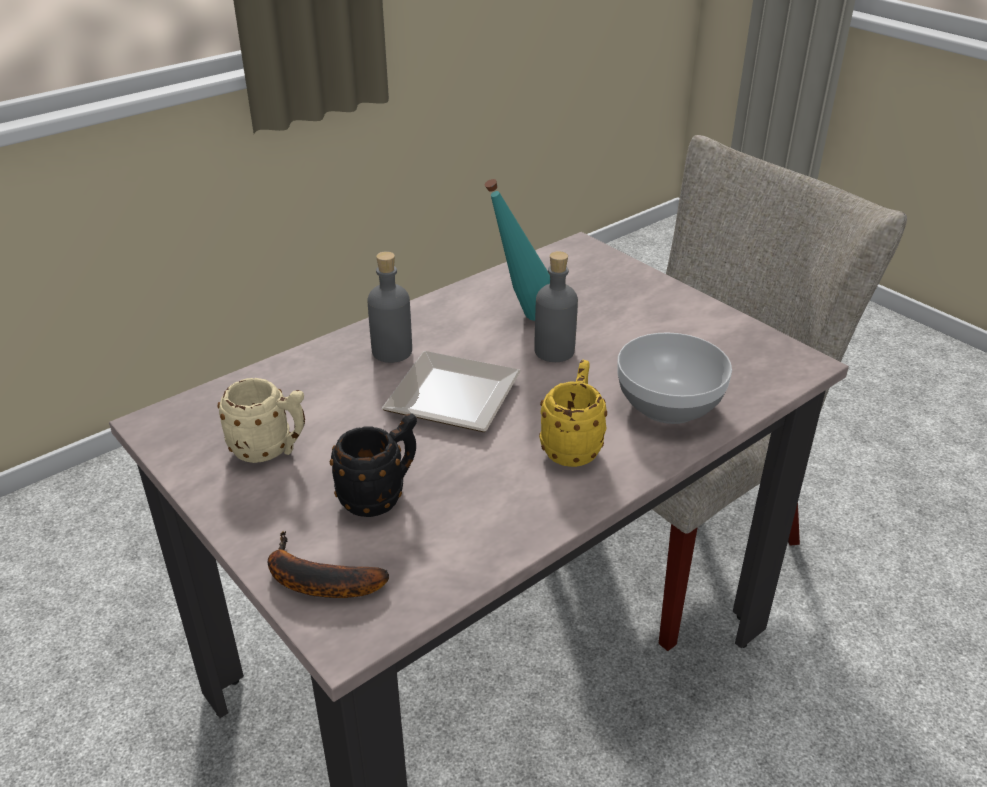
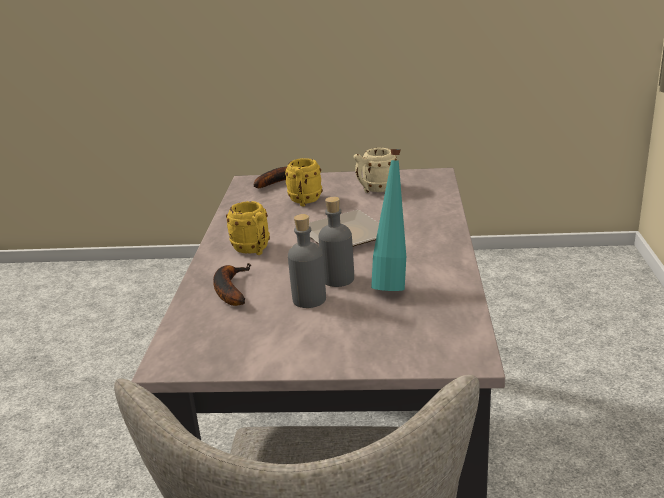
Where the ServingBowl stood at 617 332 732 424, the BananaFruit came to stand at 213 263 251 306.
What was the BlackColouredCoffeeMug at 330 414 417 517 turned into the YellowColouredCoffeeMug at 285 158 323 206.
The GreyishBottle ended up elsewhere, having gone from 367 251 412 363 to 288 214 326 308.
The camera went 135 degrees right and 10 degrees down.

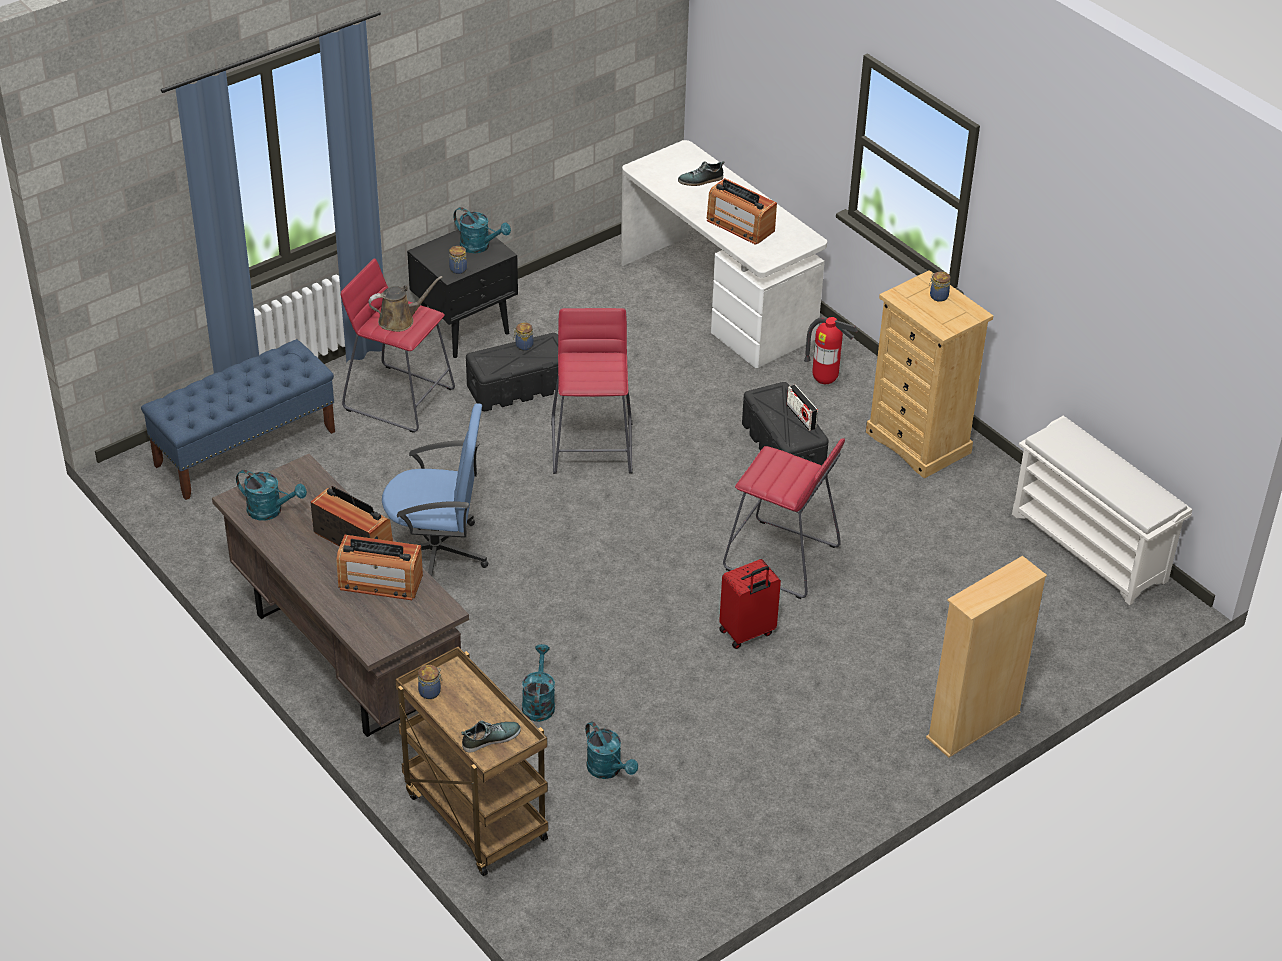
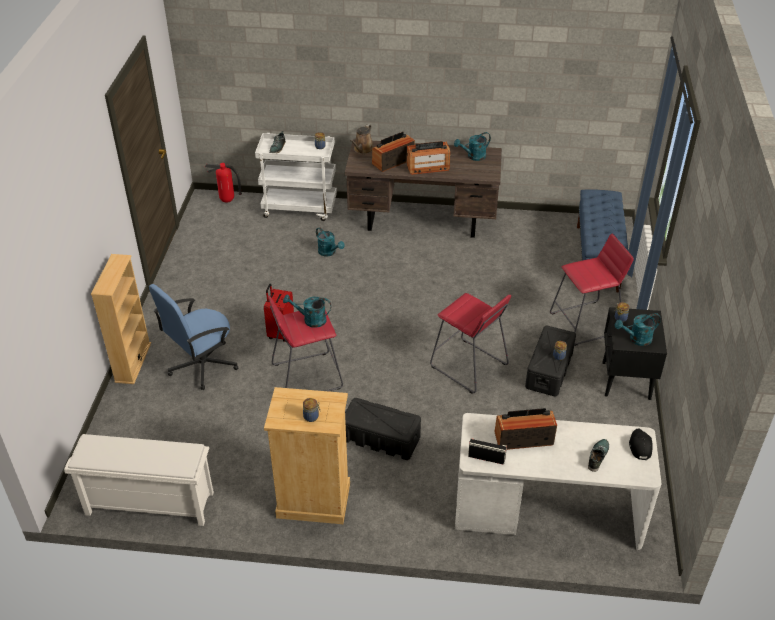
The BlueComputerChair ended up elsewhere, having gone from 382 403 488 577 to 149 284 238 390.
The Extinguisher ended up elsewhere, having gone from 804 317 858 384 to 205 163 242 203.
What was the BrownTrolley at 395 647 548 876 turned into the WhitishTrolley at 255 133 337 221.
The TurquoiseColouredWateringCan ended up elsewhere, having gone from 585 721 638 779 to 283 295 331 328.
The BrownWateringCan ended up elsewhere, having gone from 368 276 443 332 to 350 124 374 154.
The RadioSet ended up elsewhere, having gone from 787 384 818 431 to 468 438 507 465.
The second view gained the BlackColouredBaseballCap at 629 428 653 460.
The camera went 135 degrees right and 0 degrees up.

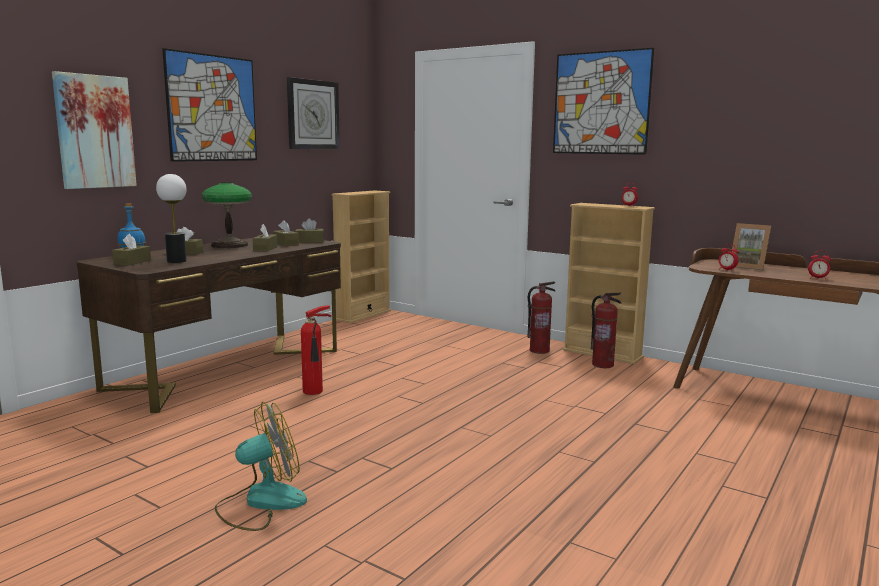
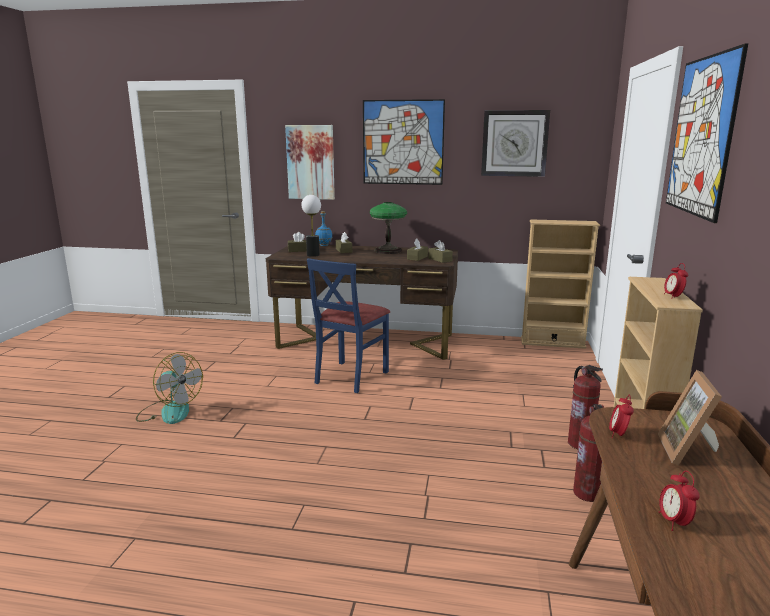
Where the Extinguisher stood at 301 305 331 395, the BlueUprightChair came to stand at 307 258 390 393.
The second view lost the BrownTissueBox at 252 224 277 251.
The camera went 65 degrees right and 5 degrees up.

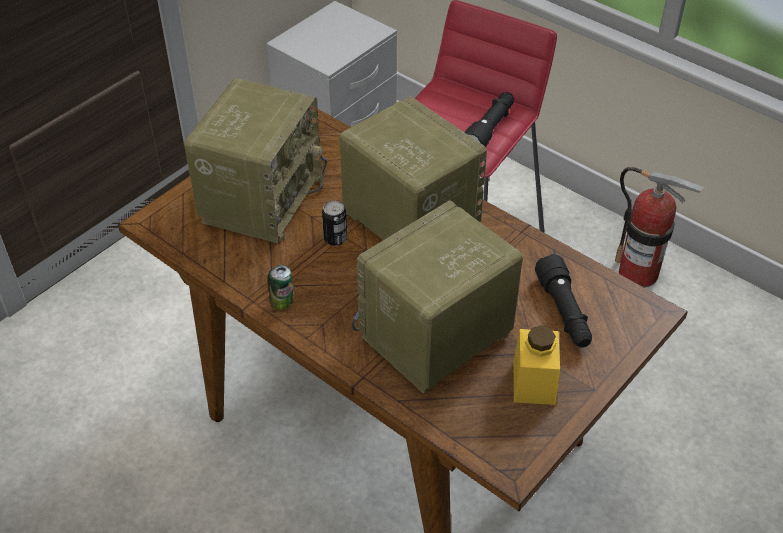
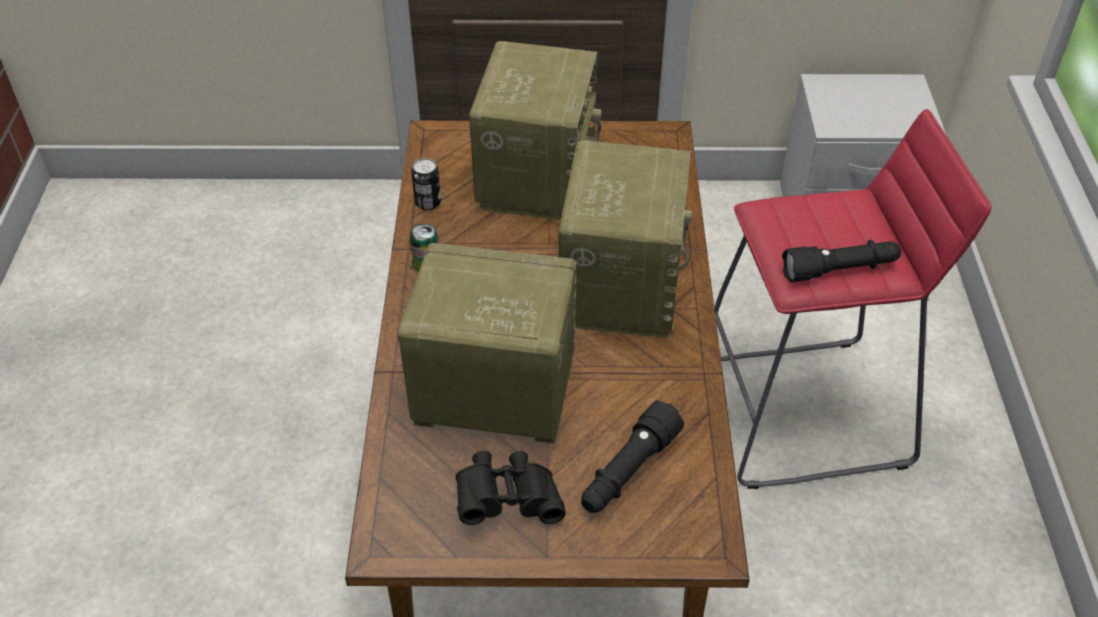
The MetalCan ended up elsewhere, having gone from 322 201 347 246 to 411 158 441 210.
Where the YellowColouredStorageJar stood at 514 325 560 405, the BlackColouredPairOfBinoculars came to stand at 455 451 566 525.
The RadioSet at 184 78 327 243 ended up facing another way, 60 degrees counterclockwise from before.
The second view lost the Extinguisher at 615 167 704 288.
The camera went 50 degrees right and 0 degrees up.

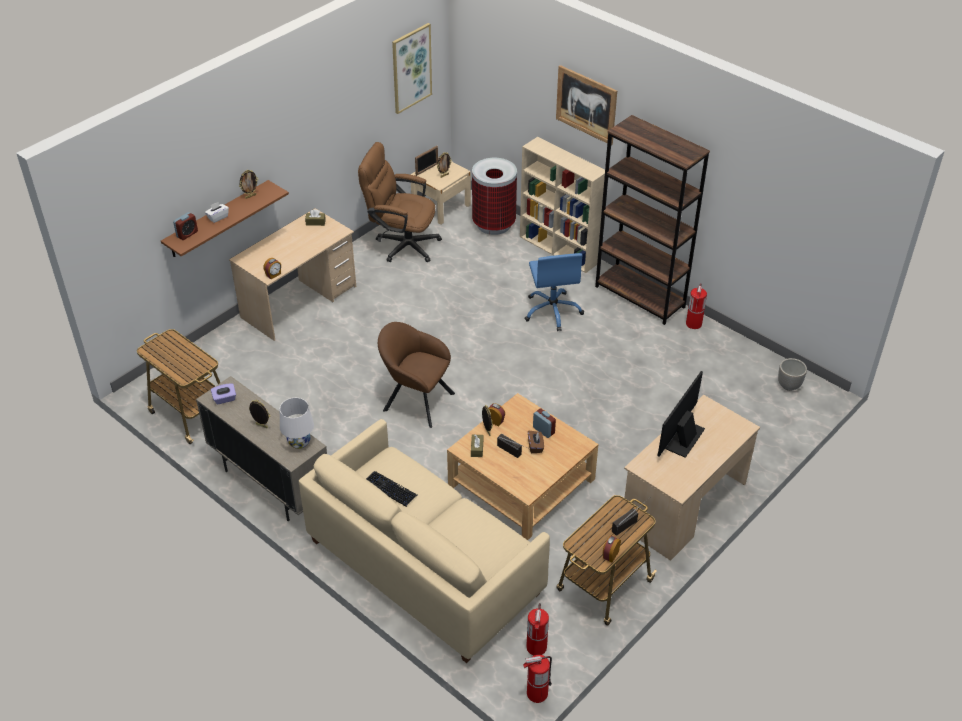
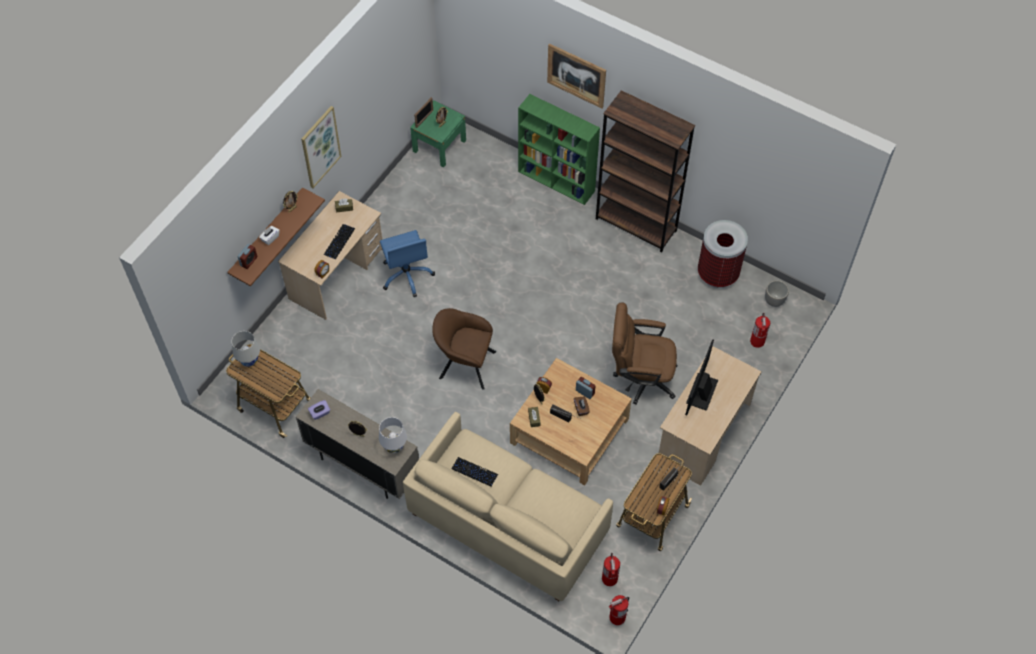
The second view gained the WhitishTabletopLamp at 232 331 260 367.
The WallPicture ended up elsewhere, having gone from 392 23 432 114 to 301 106 341 188.
The second view gained the ComputerKeyboard at 324 224 355 260.
The BlueComputerChair ended up elsewhere, having gone from 524 253 584 331 to 380 230 435 297.
What was the BeigeNightTable at 410 157 471 225 turned into the GreenColouredNightTable at 410 100 466 167.
What was the BeigeBookshelf at 520 137 605 273 turned into the GreenColouredBookshelf at 518 94 600 205.
The BrownComputerChair ended up elsewhere, having gone from 358 142 442 262 to 612 302 678 405.
The RubbishBin ended up elsewhere, having gone from 472 158 517 235 to 698 220 748 288.
The Extinguisher ended up elsewhere, having gone from 686 283 707 329 to 750 313 770 348.
The camera went 10 degrees left and 15 degrees up.

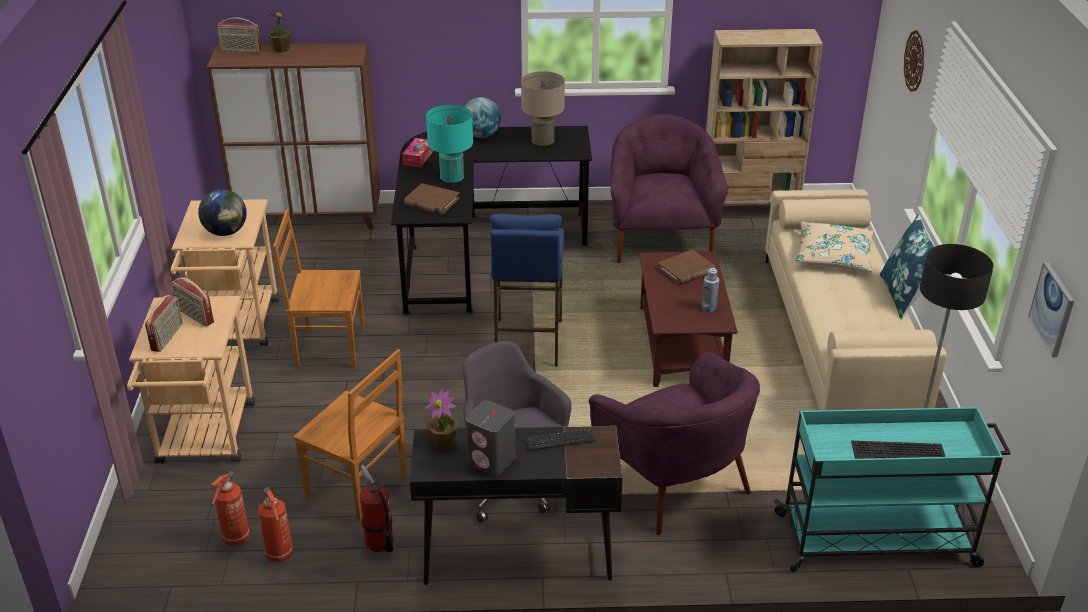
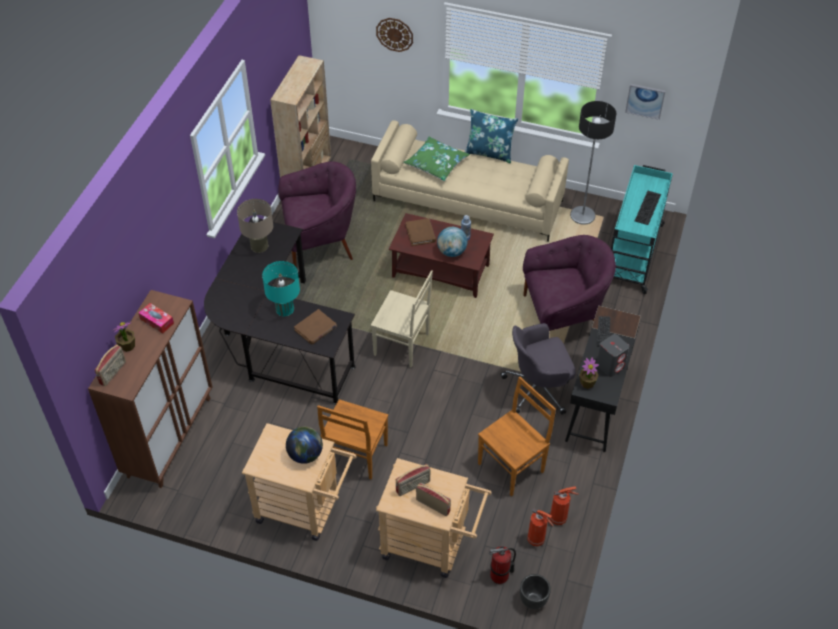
The TissueBox ended up elsewhere, having gone from 402 138 433 167 to 139 303 174 334.
The PurpleColouredLoungeChair at 610 114 728 263 ended up facing another way, 150 degrees clockwise from before.
Where the BlueStoolSeat stood at 490 214 564 367, the BeigeUprightChair came to stand at 371 270 433 368.
What was the BeigeThrowPillow at 796 221 874 272 turned into the GreenColouredThrowPillow at 403 137 470 181.
The Globe ended up elsewhere, having gone from 464 97 501 138 to 437 227 467 257.
The Extinguisher ended up elsewhere, having gone from 360 465 393 552 to 489 546 516 584.
The second view gained the BlackColouredFlowerPot at 520 574 551 609.
The camera went 70 degrees left and 15 degrees up.

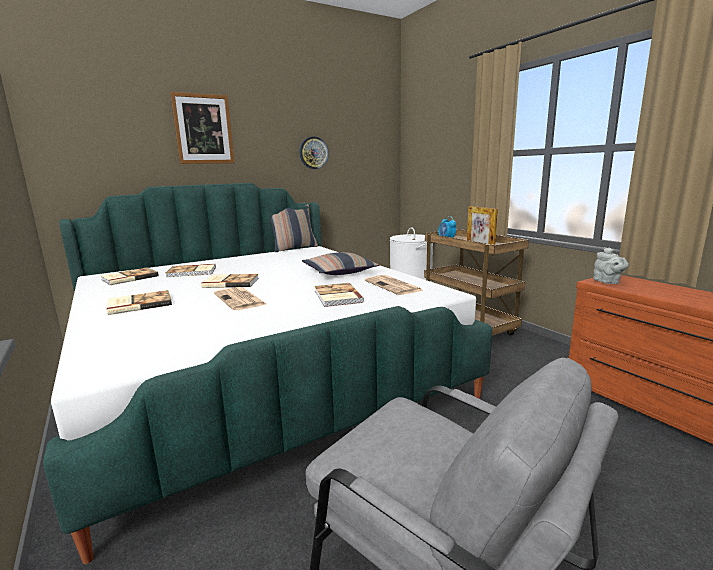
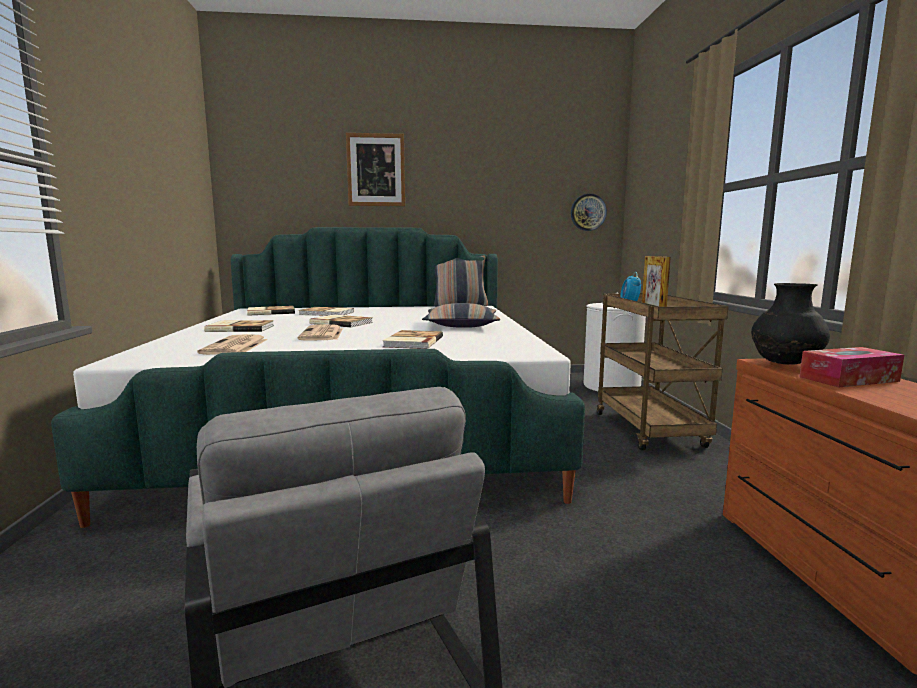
The DailyPaper ended up elsewhere, having gone from 365 275 422 295 to 197 334 268 355.
The HangingClock ended up elsewhere, having gone from 299 137 329 169 to 571 194 607 231.
Where the GreyishTeaPot stood at 594 247 629 284, the BlackColouredDecorativeVase came to stand at 751 283 830 365.
The second view gained the TissueBox at 800 347 904 387.
The camera went 25 degrees right and 5 degrees down.

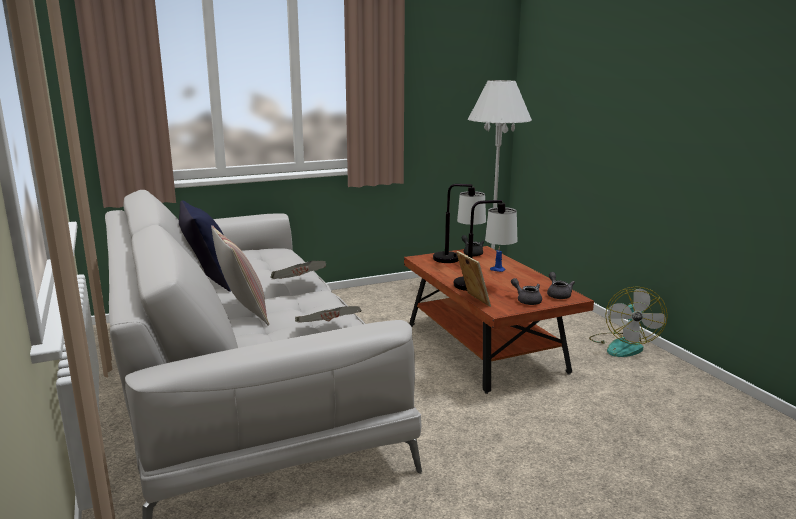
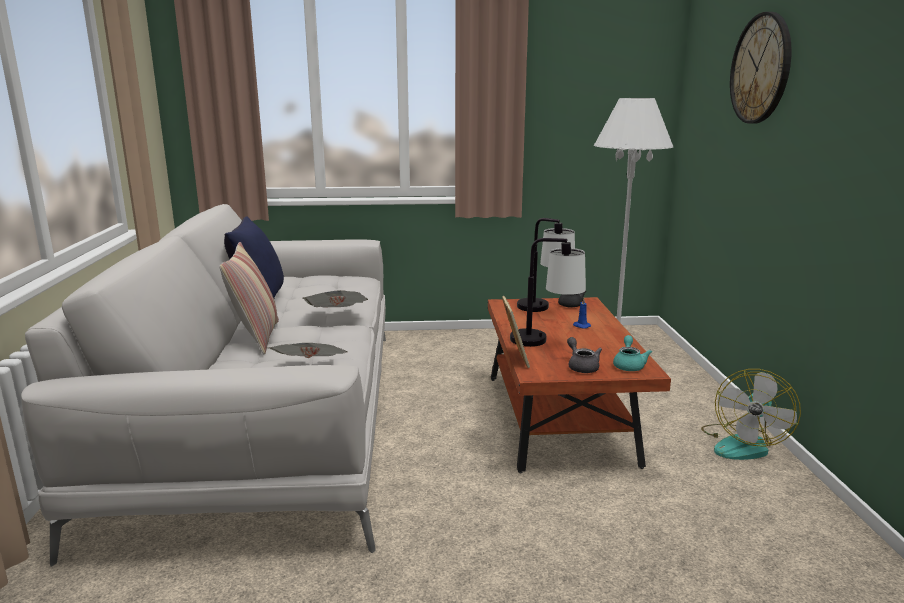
What was the GreyishTeaPot at 547 272 575 299 turned into the TurquoiseColouredTeaPot at 613 335 652 371.
The second view gained the HangingClock at 730 12 791 124.
The camera went 20 degrees right and 0 degrees up.

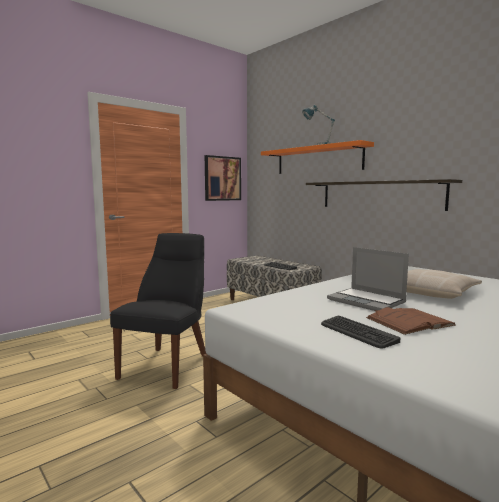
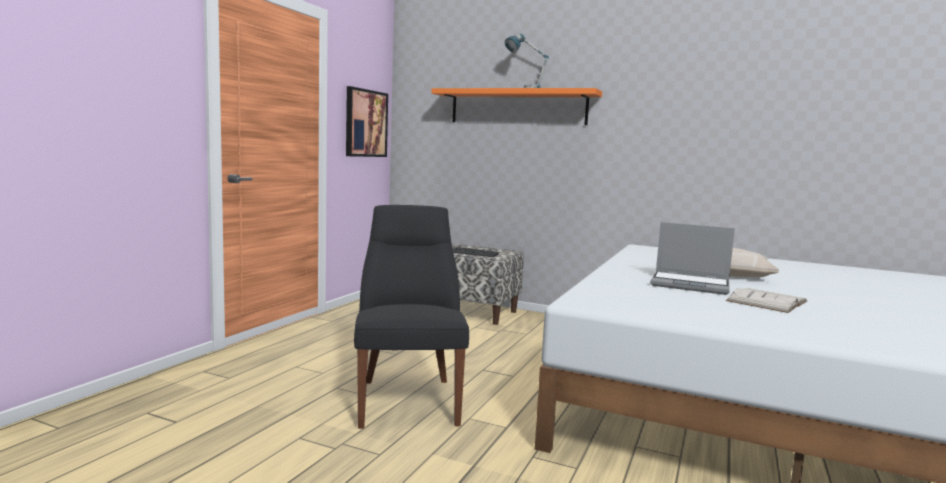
What was the BrownBoundBook at 366 307 456 335 turned into the WhitishBoundBook at 726 288 807 313.
The second view lost the Shelf at 306 179 462 211.
The second view lost the ComputerKeyboard at 321 316 400 349.
The camera went 25 degrees left and 0 degrees up.

